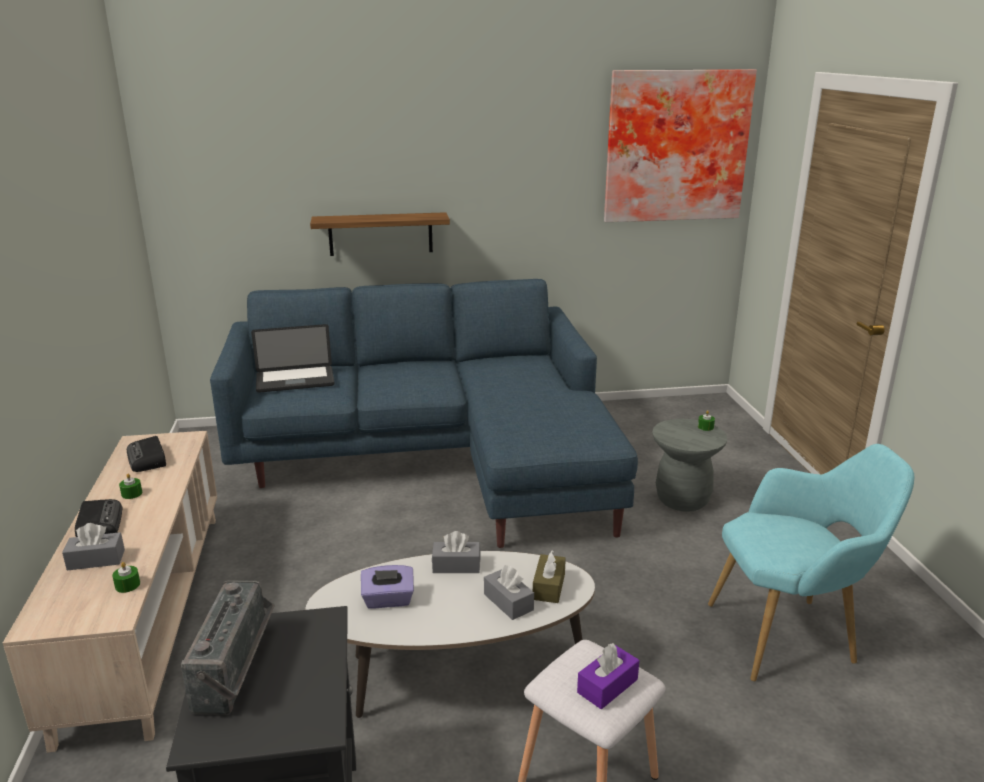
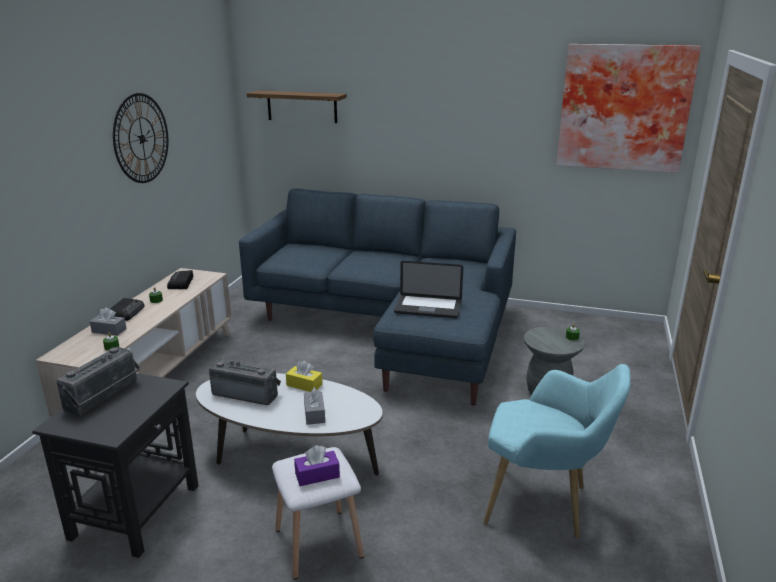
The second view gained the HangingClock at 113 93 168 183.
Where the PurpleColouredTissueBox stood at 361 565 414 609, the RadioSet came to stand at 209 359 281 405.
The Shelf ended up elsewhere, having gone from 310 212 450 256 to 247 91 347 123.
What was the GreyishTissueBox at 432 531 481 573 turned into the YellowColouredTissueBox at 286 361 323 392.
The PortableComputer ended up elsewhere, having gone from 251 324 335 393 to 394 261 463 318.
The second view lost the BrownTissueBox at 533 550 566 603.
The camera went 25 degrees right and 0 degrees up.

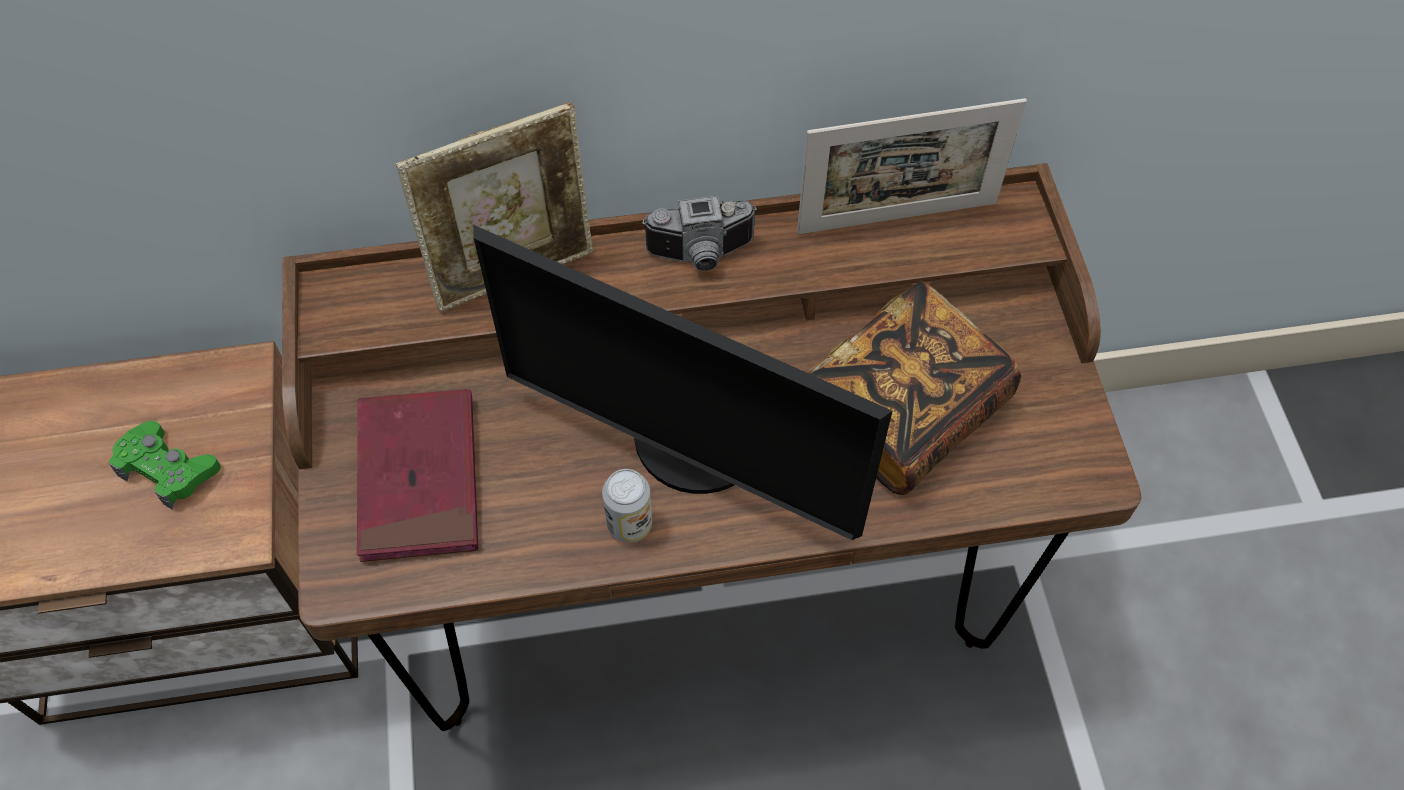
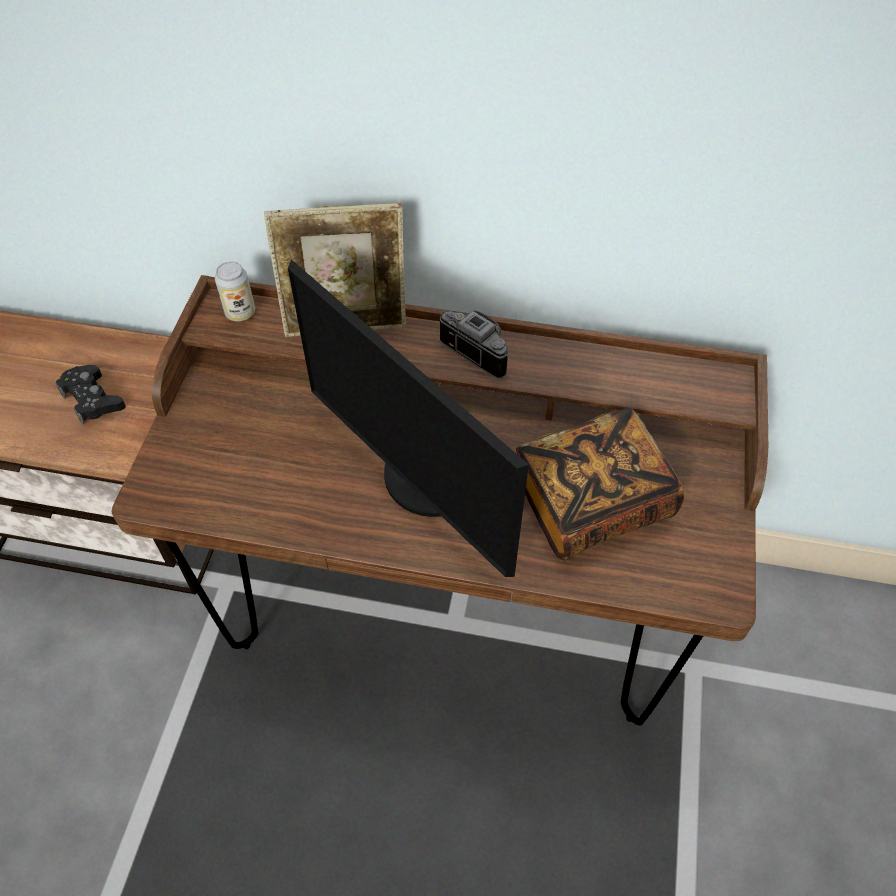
What was the GreenColouredGameController at 109 421 221 509 turned into the BlackColouredGameController at 55 365 126 424.
The MetalCan ended up elsewhere, having gone from 602 469 652 543 to 215 262 255 321.
The StillCamera at 642 196 757 271 ended up facing another way, 150 degrees counterclockwise from before.
The second view lost the RedColouredBoundBook at 357 389 478 562.
The second view lost the StandingFrame at 797 98 1027 234.
The camera went 20 degrees right and 5 degrees down.

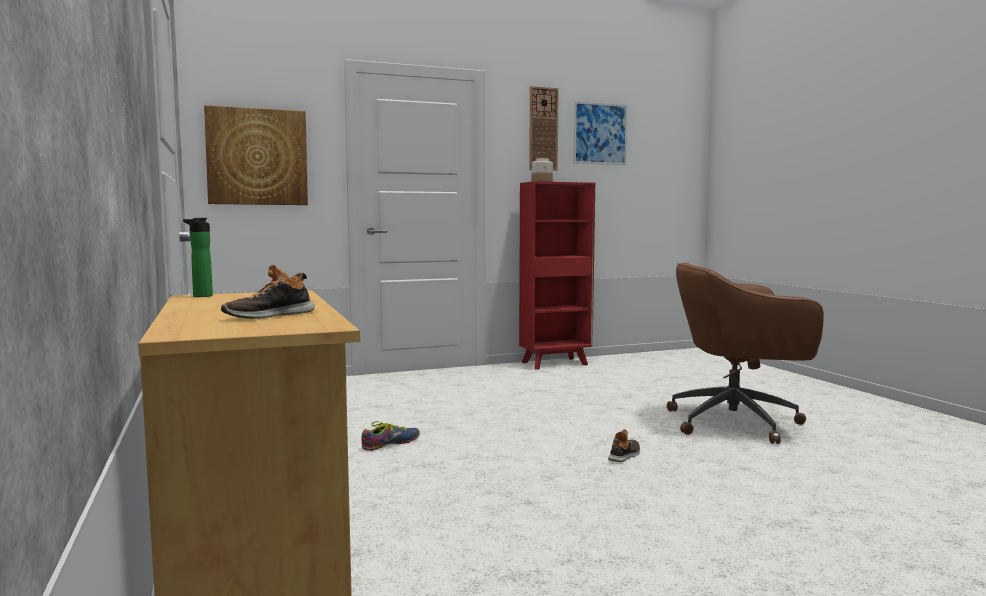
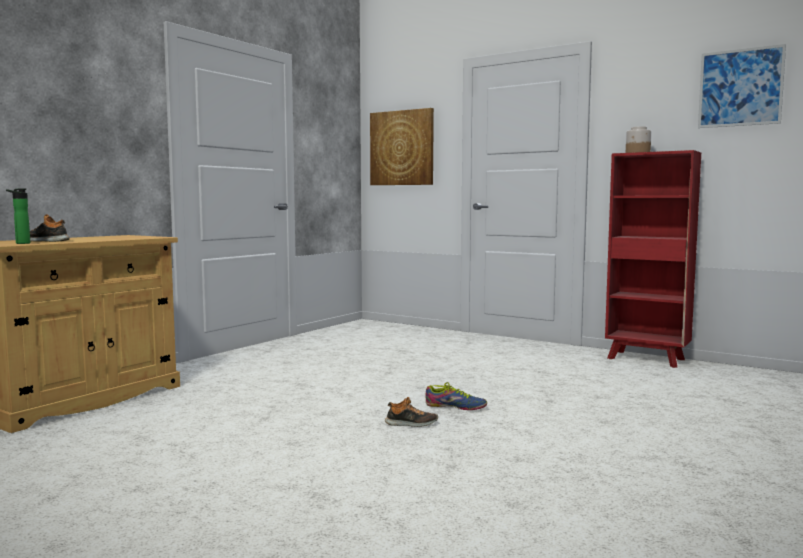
The Bottle ended up elsewhere, having gone from 183 218 213 297 to 6 189 30 244.
The Shoe ended up elsewhere, having gone from 361 421 420 451 to 425 382 487 410.
The second view lost the HangingClock at 529 86 559 171.
The second view lost the BrownComputerChair at 667 263 824 444.
The camera went 55 degrees right and 0 degrees up.

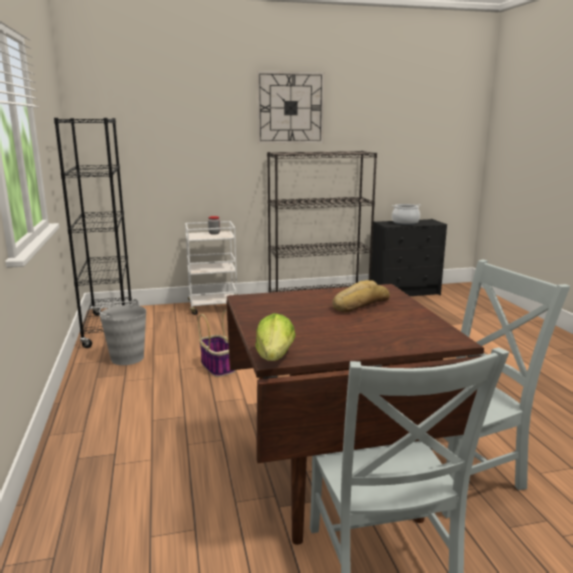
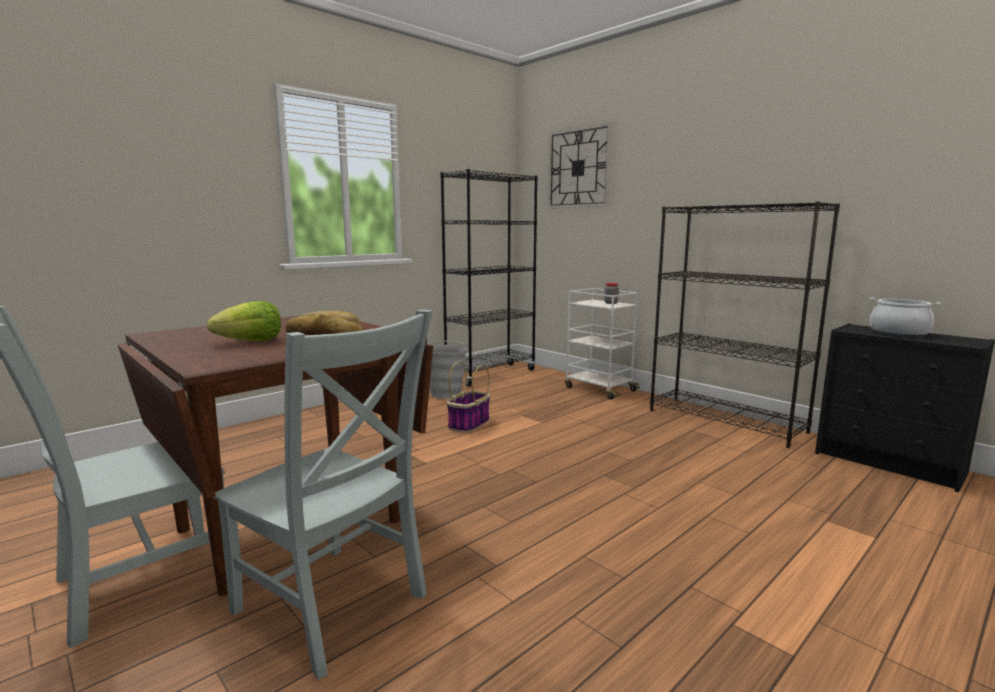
The LettuceHead ended up elsewhere, having gone from 255 313 295 361 to 207 301 281 341.
The HangingClock ended up elsewhere, having gone from 256 71 325 144 to 548 123 612 208.
The camera went 60 degrees right and 5 degrees down.

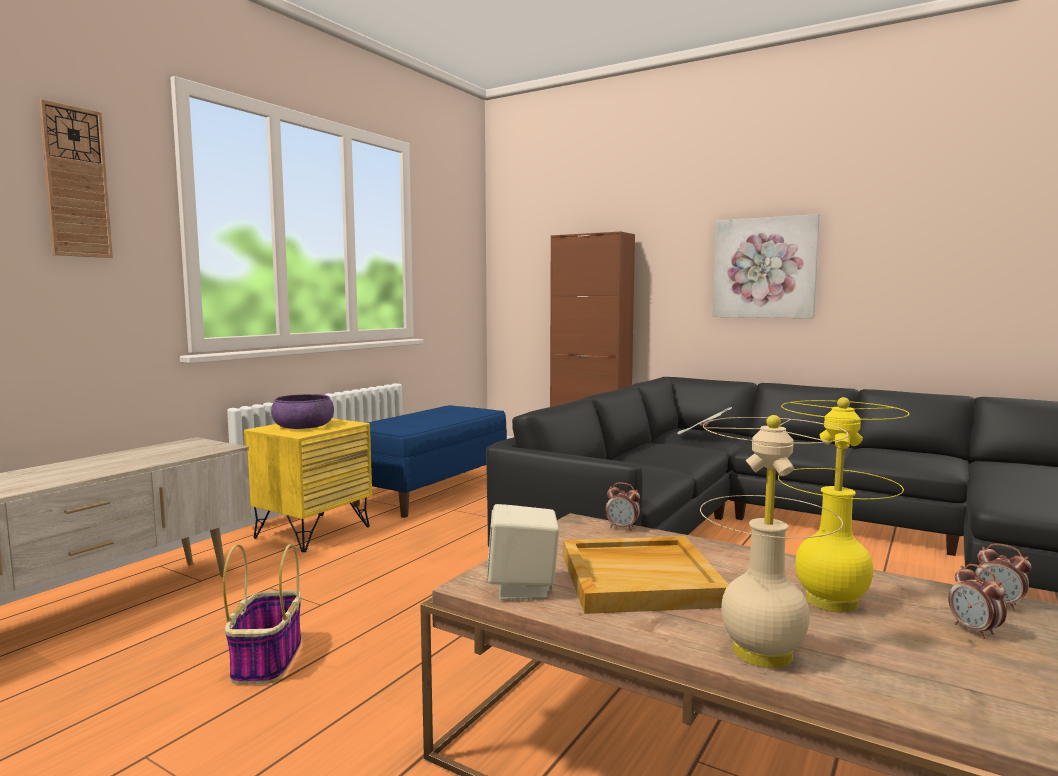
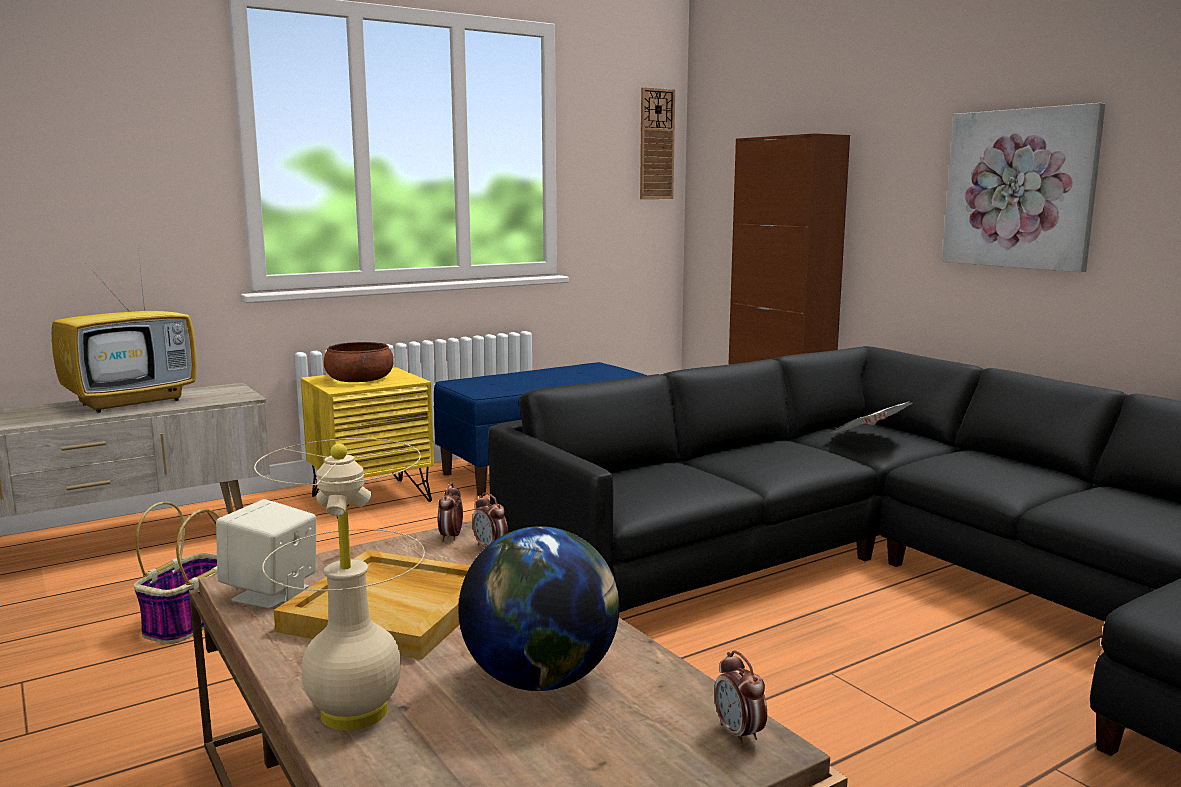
The second view gained the TvSet at 51 249 197 413.
What was the PurpleColouredServingBowl at 271 394 334 429 turned into the BrownServingBowl at 324 342 394 382.
The BedsideClock ended up elsewhere, having gone from 948 564 1007 639 to 438 483 463 542.
Where the YellowColouredTabletopLamp stood at 778 397 909 612, the Globe came to stand at 458 526 619 691.
The HangingClock ended up elsewhere, having gone from 39 99 113 258 to 640 87 675 199.
The camera went 25 degrees right and 5 degrees up.

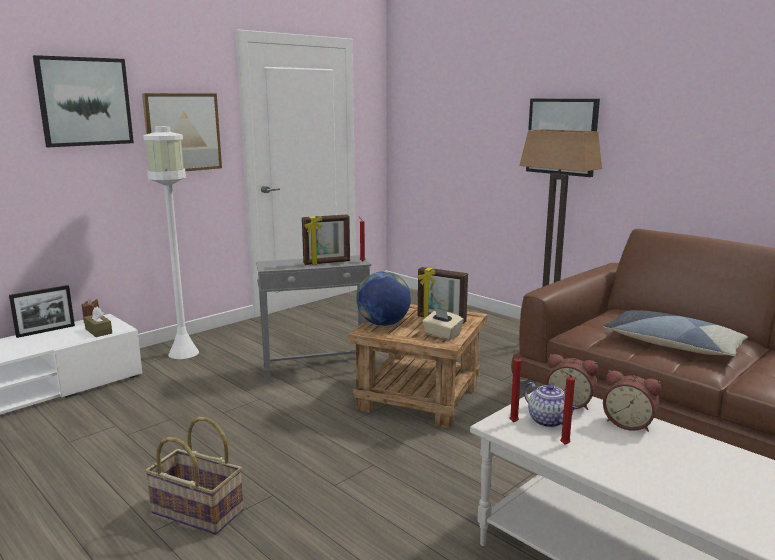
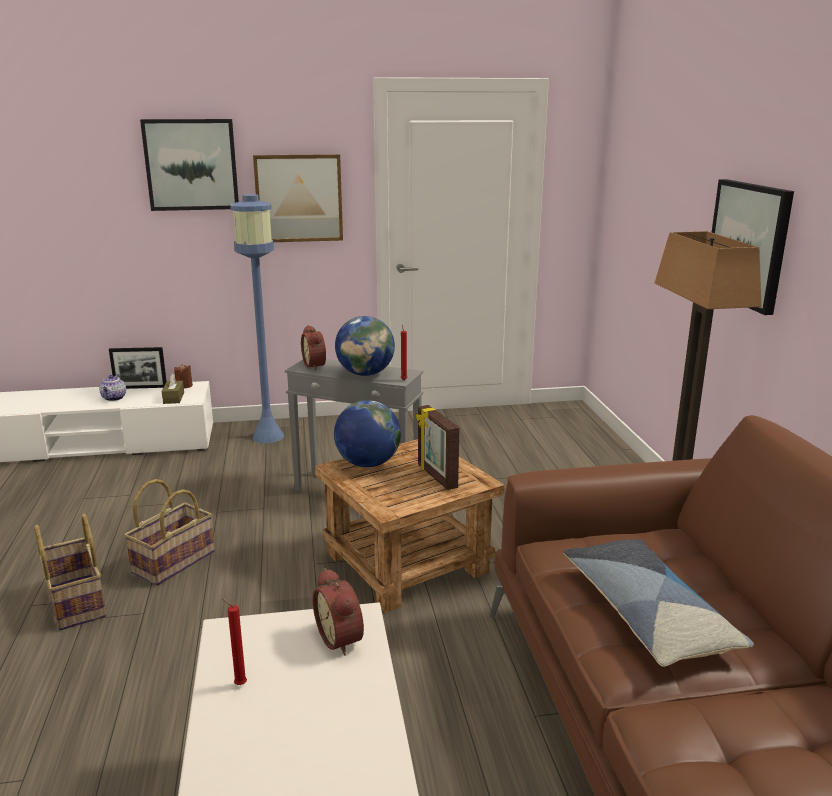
The TeaPot ended up elsewhere, having gone from 524 382 578 427 to 99 374 126 401.
The second view gained the HouseholdBasket at 124 479 215 586.
What was the WhitishStandingLamp at 143 126 199 359 turned into the BlueStandingLamp at 230 194 284 443.
The BedsideClock ended up elsewhere, having gone from 603 370 661 432 to 301 325 326 370.
Where the StandingFrame stood at 302 215 350 265, the Globe came to stand at 335 316 395 376.
The second view lost the BeigeTissueBox at 422 308 464 340.
The second view lost the RedColouredWaxCandle at 509 355 522 422.
The camera went 35 degrees right and 5 degrees up.

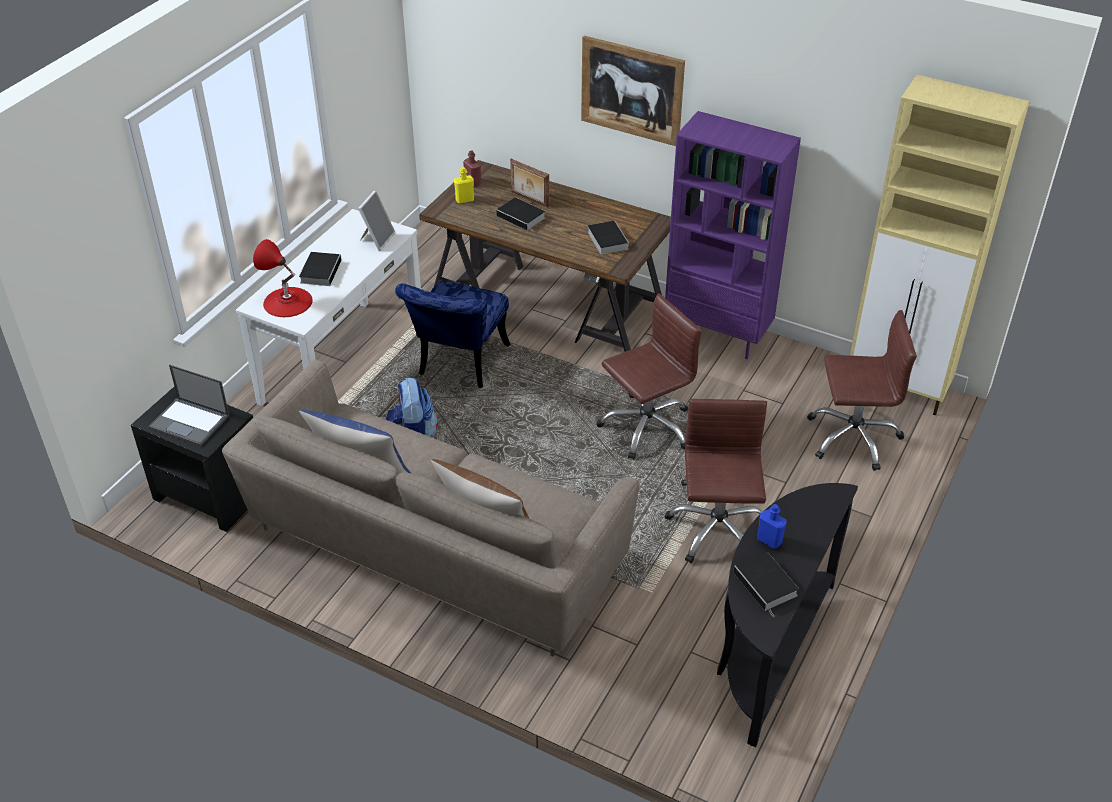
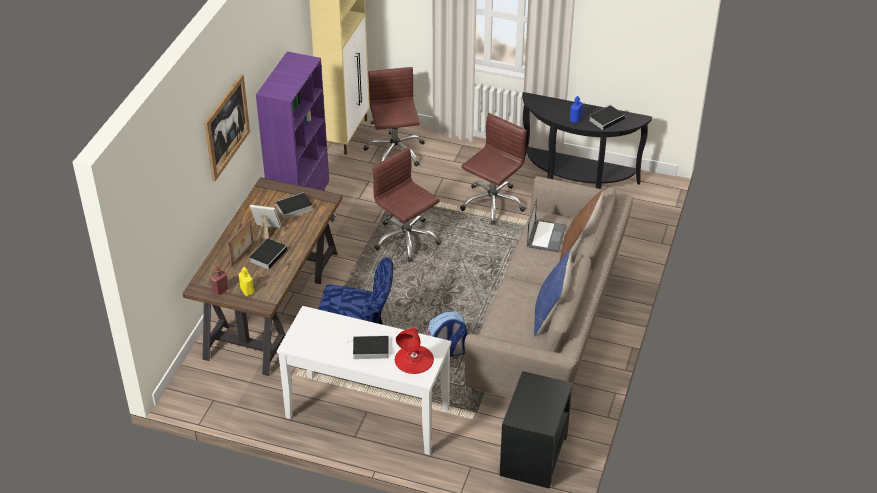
The StandingFrame ended up elsewhere, having gone from 358 191 395 251 to 250 205 282 239.
The BrownComputerChair at 665 399 767 563 ended up facing another way, 135 degrees clockwise from before.
The PortableComputer ended up elsewhere, having gone from 148 364 229 446 to 527 198 566 253.
The camera went 100 degrees left and 0 degrees up.

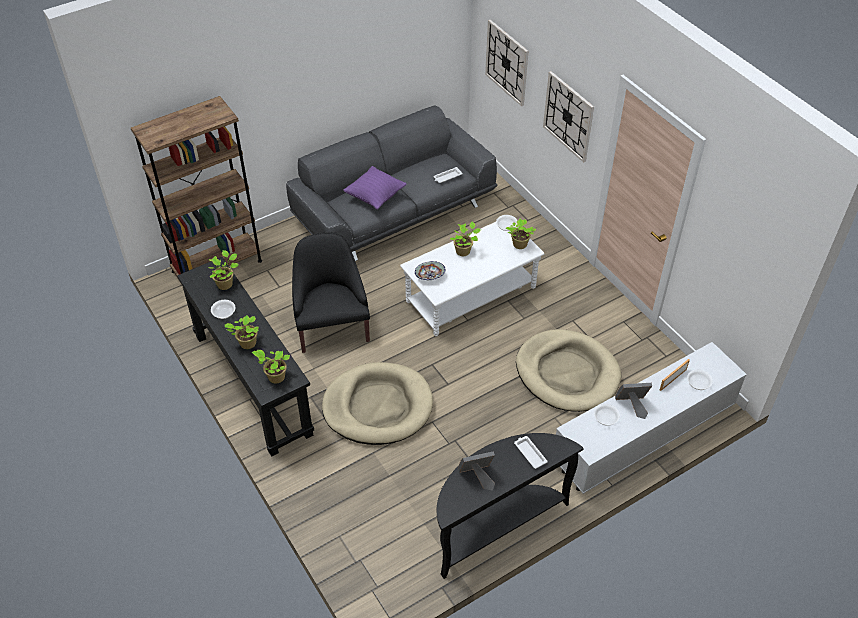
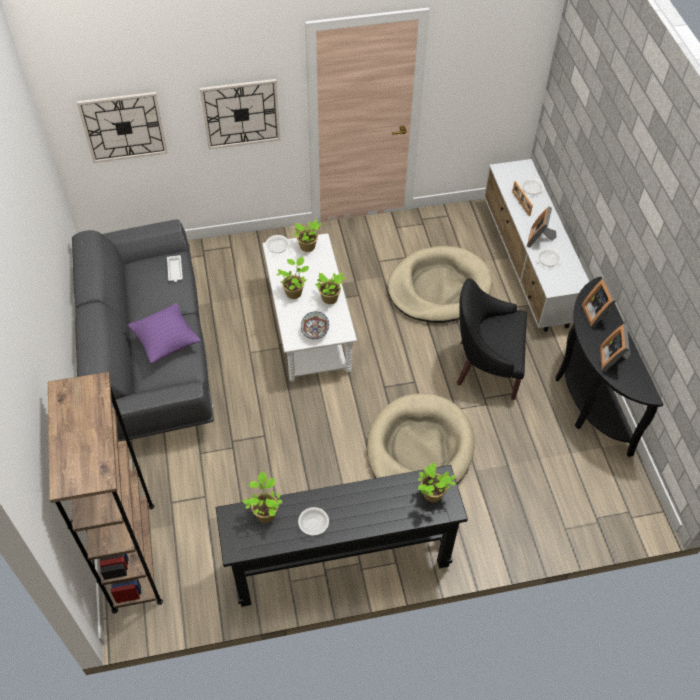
The PlantInAPot ended up elsewhere, having gone from 225 315 259 349 to 315 272 346 304.
The BlackColouredLoungeChair ended up elsewhere, having gone from 292 232 370 353 to 457 278 527 400.
Where the WhitishCarryingTray stood at 514 436 548 469, the StandingFrame came to stand at 582 278 616 327.
The camera went 70 degrees left and 5 degrees up.

